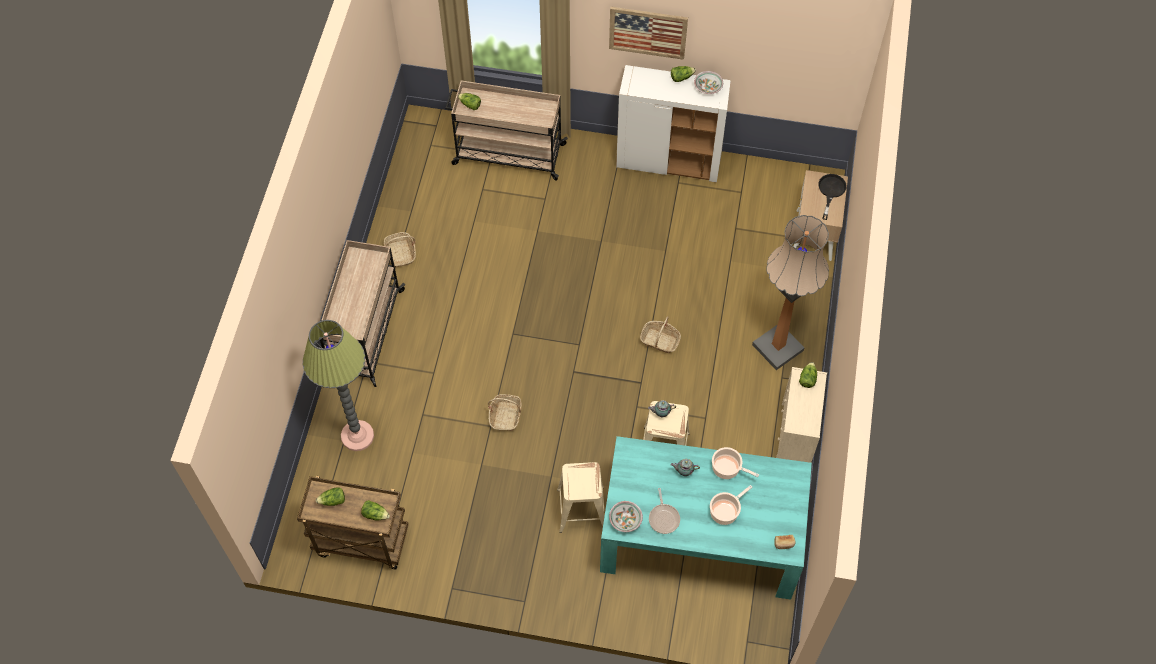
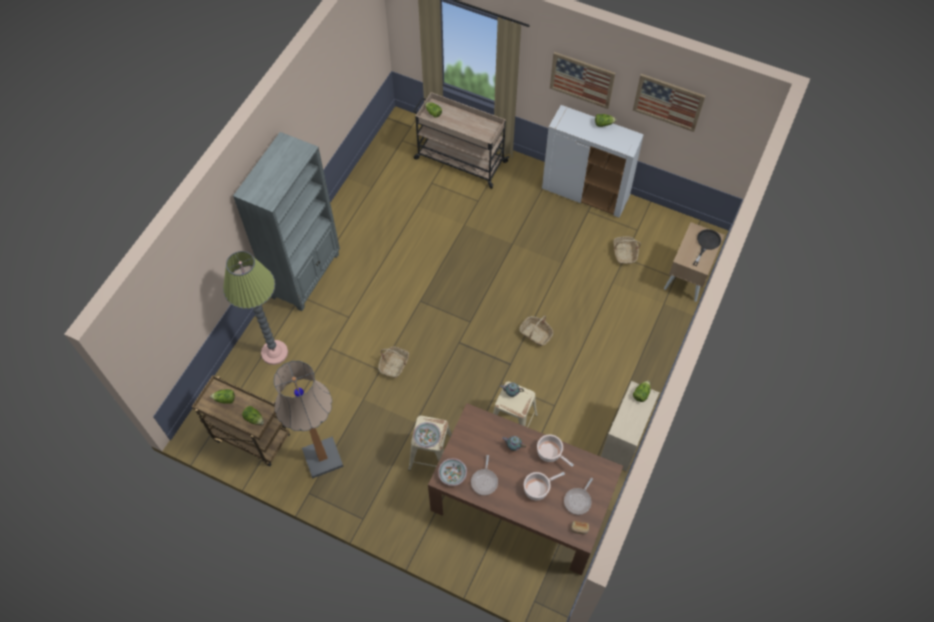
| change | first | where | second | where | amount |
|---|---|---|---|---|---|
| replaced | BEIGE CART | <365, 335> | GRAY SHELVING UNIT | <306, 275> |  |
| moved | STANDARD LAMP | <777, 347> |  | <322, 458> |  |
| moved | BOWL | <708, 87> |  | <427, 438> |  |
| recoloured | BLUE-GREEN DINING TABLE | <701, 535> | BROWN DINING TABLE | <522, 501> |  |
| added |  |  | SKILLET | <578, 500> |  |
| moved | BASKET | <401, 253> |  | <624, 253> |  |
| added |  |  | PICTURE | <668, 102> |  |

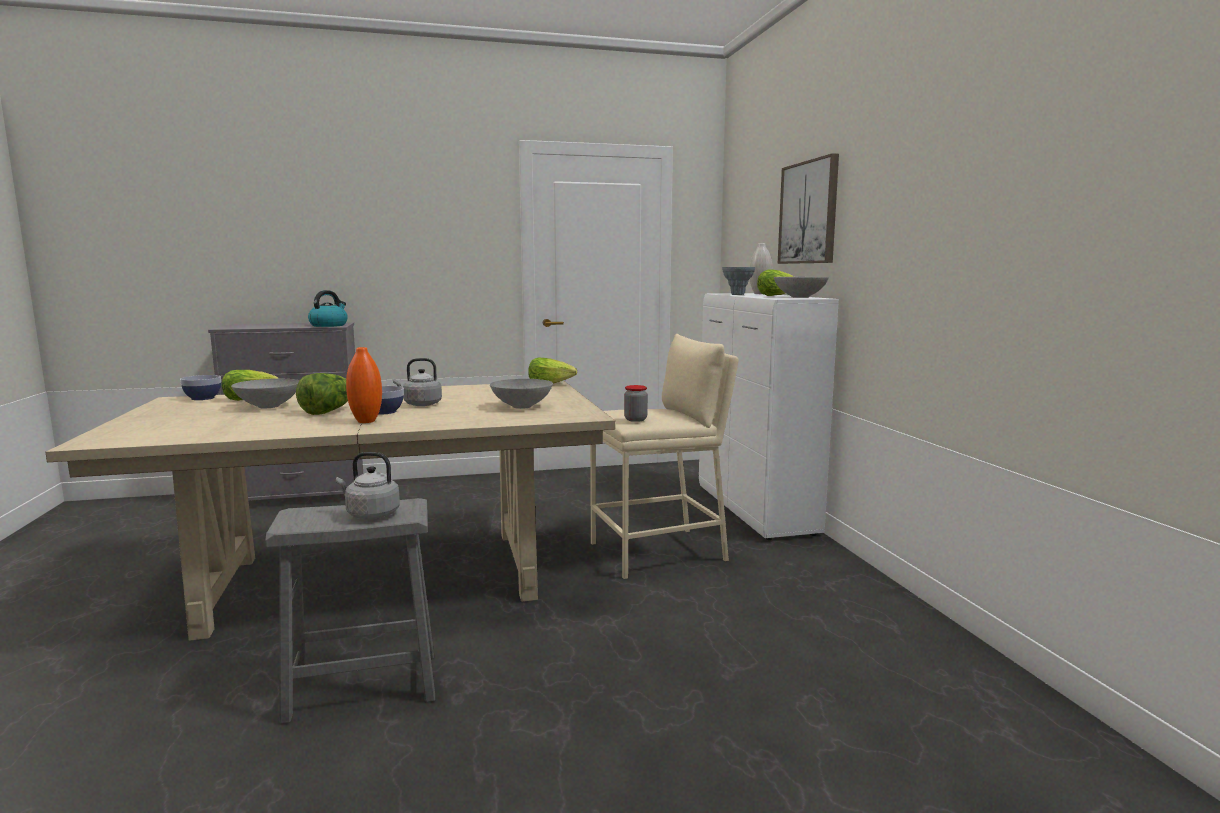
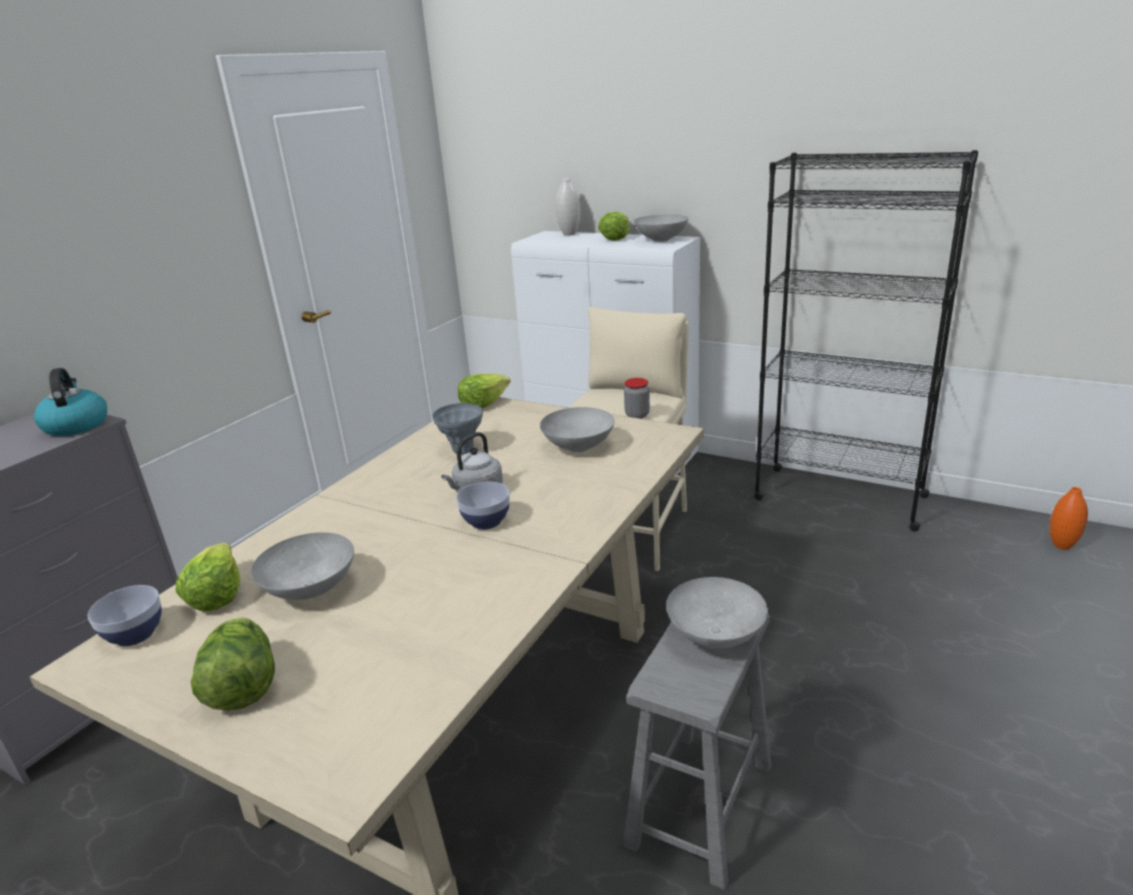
| change | first | where | second | where | amount |
|---|---|---|---|---|---|
| moved | LETTUCE HEAD | <327, 412> |  | <243, 686> |  |
| moved | GRAY FLOWER VASE | <737, 294> |  | <462, 450> |  |
| replaced | GRAY KETTLE | <370, 514> | GRAY BOWL | <715, 637> |  |
| added |  |  | BLACK-COLOURED SHELVING UNIT | <838, 497> |  |
| moved | ORANGE FLOWER VASE | <366, 421> |  | <1061, 545> |  |
| removed | PICTURE | <809, 213> |  |  |  |

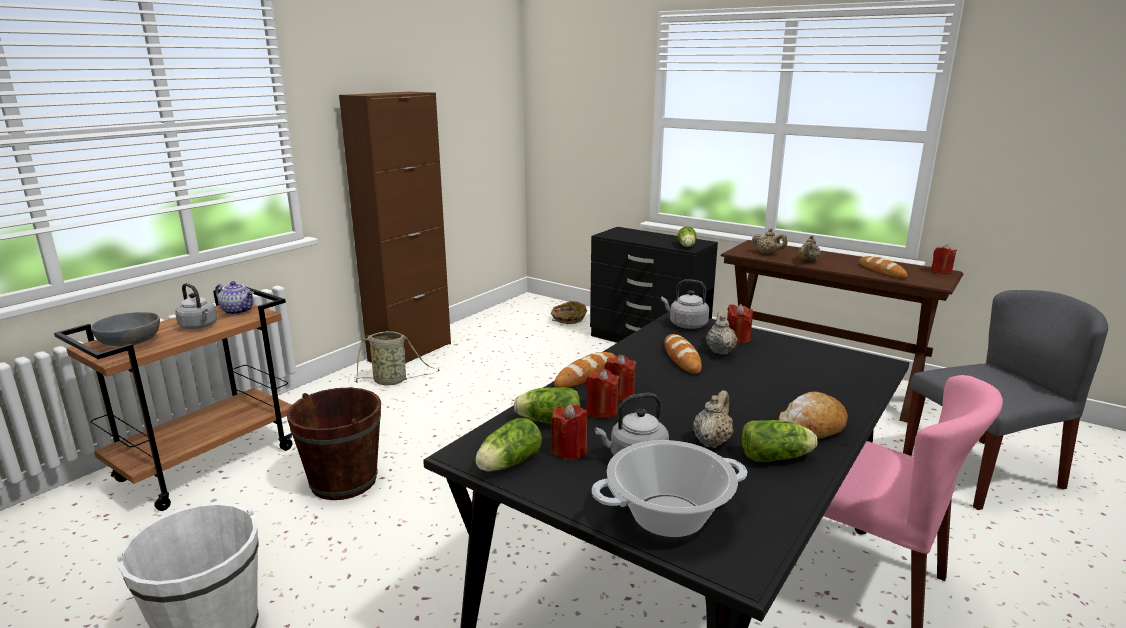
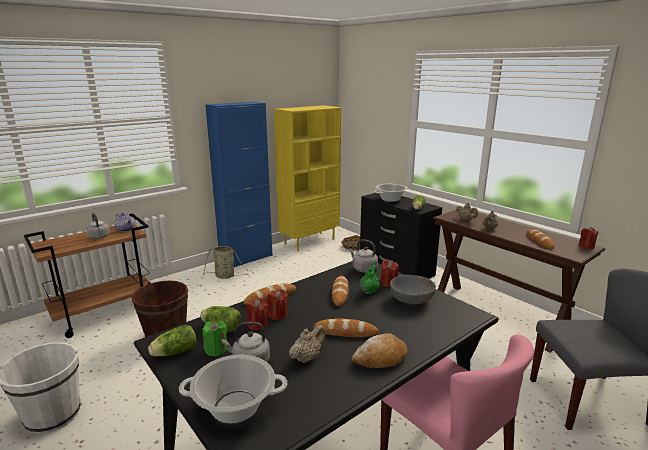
| change | first | where | second | where | amount |
|---|---|---|---|---|---|
| recoloured | REDDISH CANDLE | <569, 450> | GREEN CANDLE | <216, 349> |  |
| recoloured | BROWN CABINET | <410, 352> | BLUISH CABINET | <246, 258> |  |
| added |  |  | YELLOW-COLOURED SHELVING UNIT | <309, 241> |  |
| added |  |  | BAKERY BREAD | <345, 332> |  |
| recoloured | BEIGE TEAPOT | <720, 351> | GREEN TEAPOT | <369, 291> |  |
| added |  |  | COOKING POT | <390, 199> |  |
| moved | GRAY BOWL | <130, 342> |  | <411, 299> |  |
| removed | LETTUCE HEAD | <777, 457> |  |  |  |

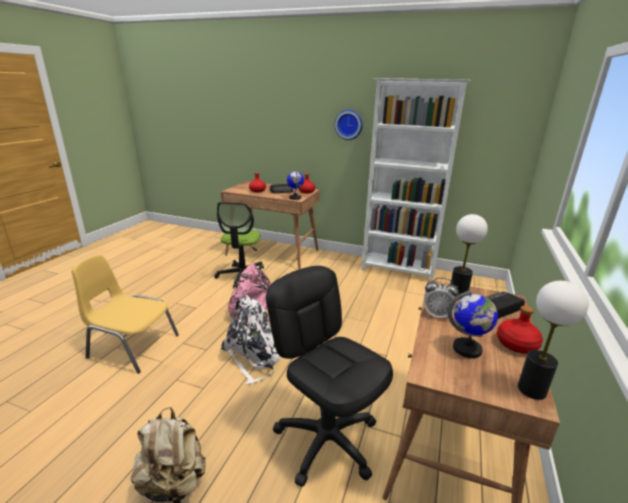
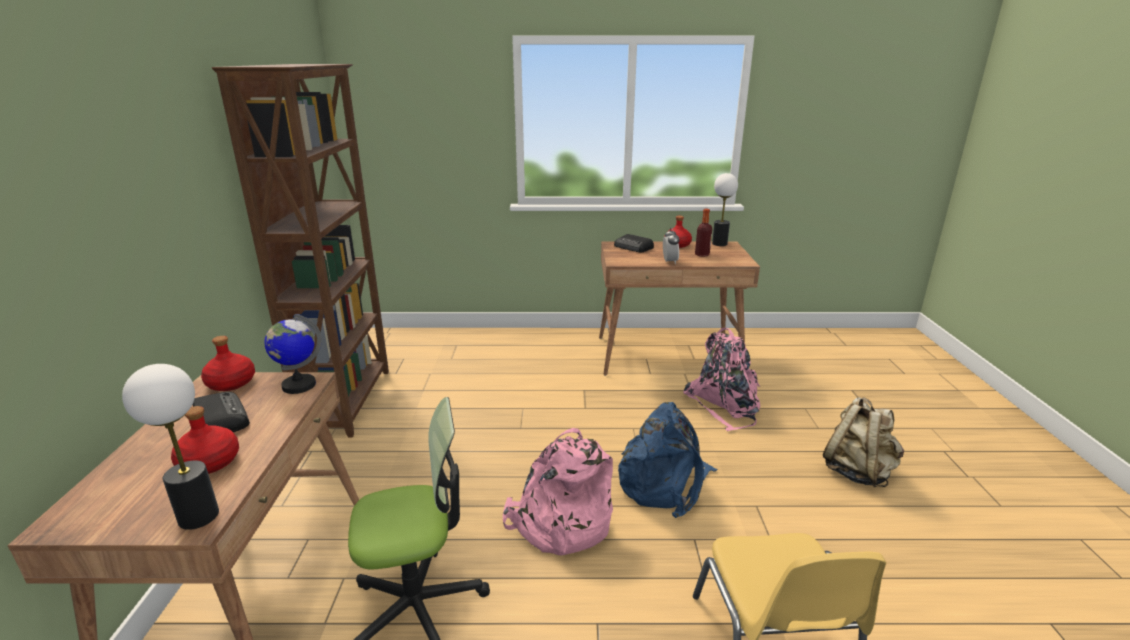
| change | first | where | second | where | amount |
|---|---|---|---|---|---|
| moved | TABLE LAMP | <458, 294> |  | <199, 516> |  |
| recoloured | WHITISH SHELVING UNIT | <398, 270> | BROWN SHELVING UNIT | <348, 401> |  |
| recoloured | WHITISH RUCKSACK | <254, 356> | BLUISH RUCKSACK | <664, 483> |  |
| replaced | BLACK-COLOURED OFFICE CHAIR | <327, 439> | PINKISH RUCKSACK | <725, 405> |  |
| replaced | GLOBE | <467, 349> | DRINK BOTTLE | <702, 254> |  |
| removed | HANGING CLOCK | <349, 124> |  |  |  |

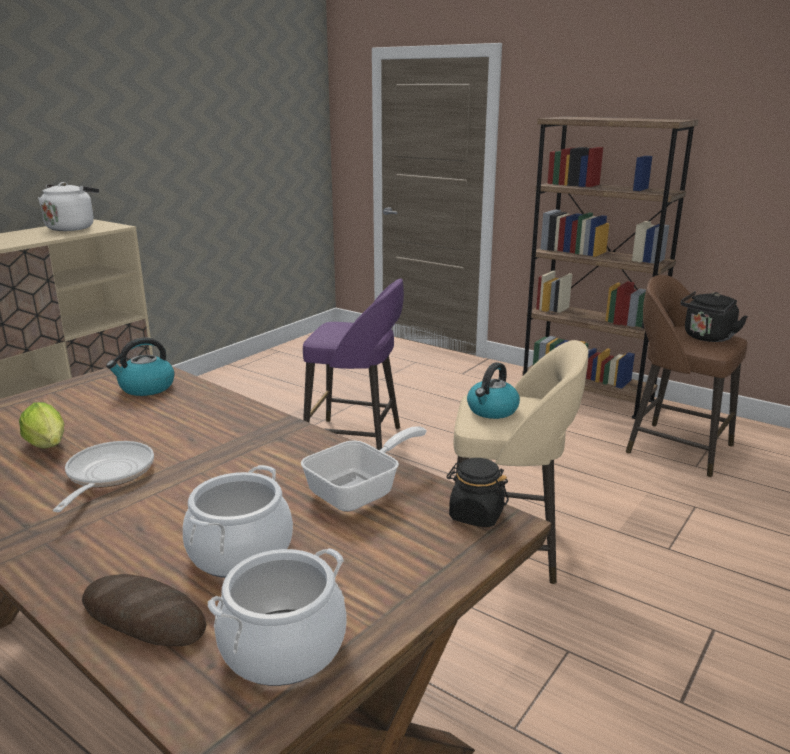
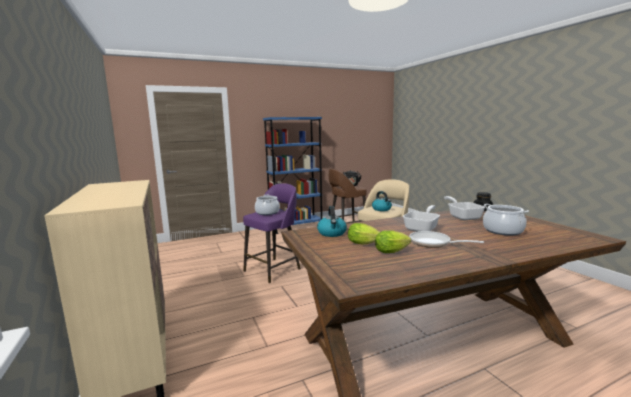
| change | first | where | second | where | amount |
|---|---|---|---|---|---|
| moved | COOKING POT | <283, 647> |  | <267, 212> |  |
| recoloured | BROWN SHELVING UNIT | <586, 395> | BLUISH SHELVING UNIT | <296, 227> |  |
| added |  |  | LETTUCE HEAD | <365, 244> |  |
| added |  |  | SKILLET | <423, 228> |  |
| removed | WHITISH KETTLE | <72, 228> |  |  |  |
| removed | BAKERY BREAD | <144, 618> |  |  |  |

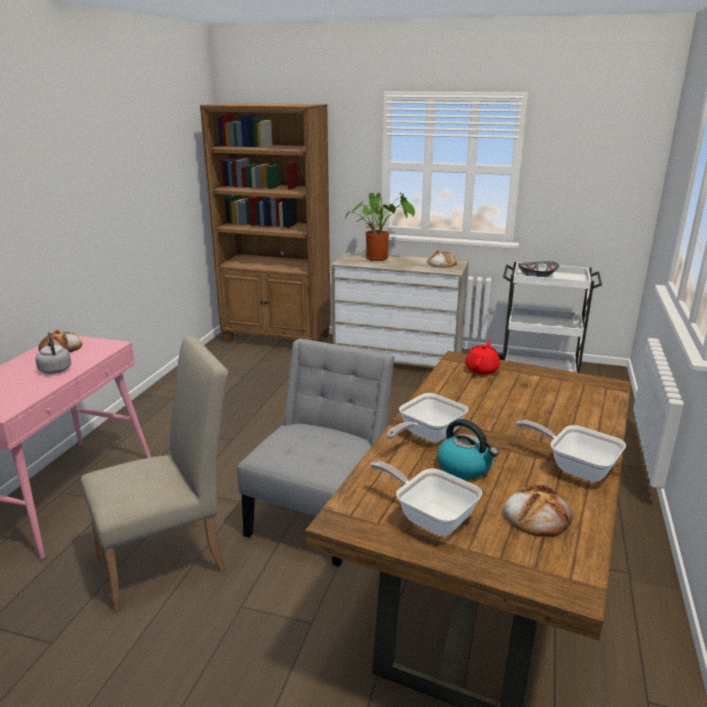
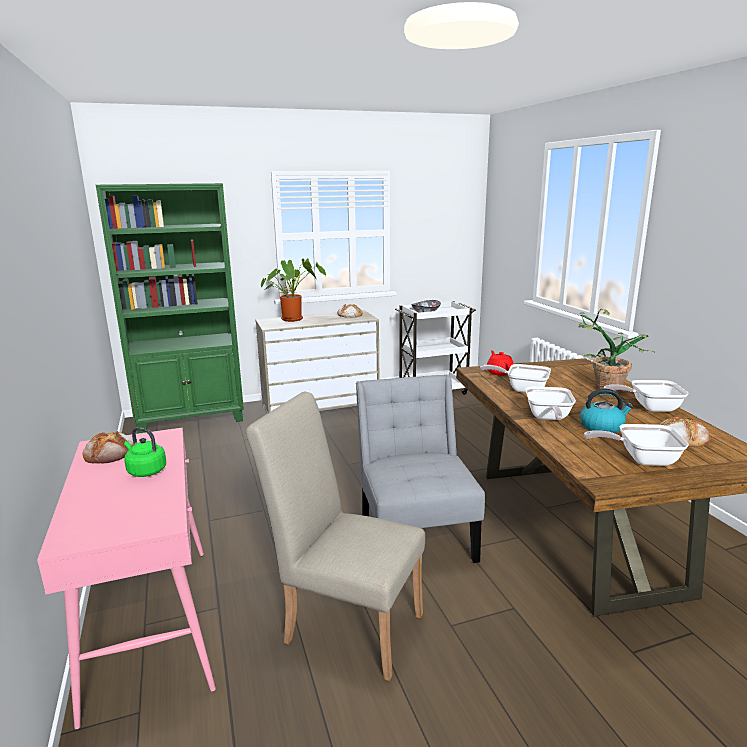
| change | first | where | second | where | amount |
|---|---|---|---|---|---|
| recoloured | BROWN SHELVING UNIT | <277, 339> | GREEN SHELVING UNIT | <192, 419> |  |
| recoloured | GRAY KETTLE | <55, 369> | GREEN KETTLE | <145, 471> |  |
| turned | BEIGE CHAIR | <171, 559> |  | <345, 623> | 90 degrees counterclockwise |
| added |  |  | SKILLET | <522, 389> |  |
| added |  |  | HOUSEPLANT | <601, 388> |  |

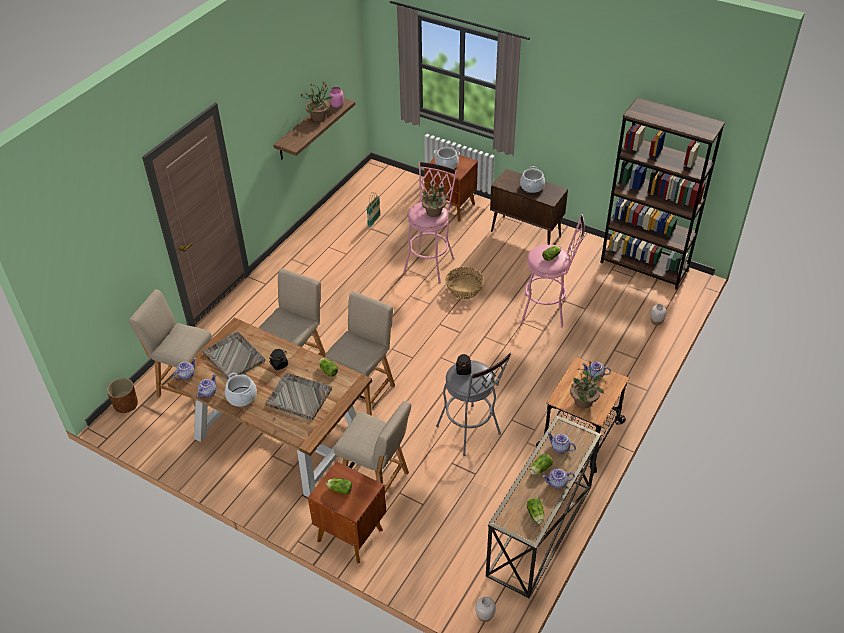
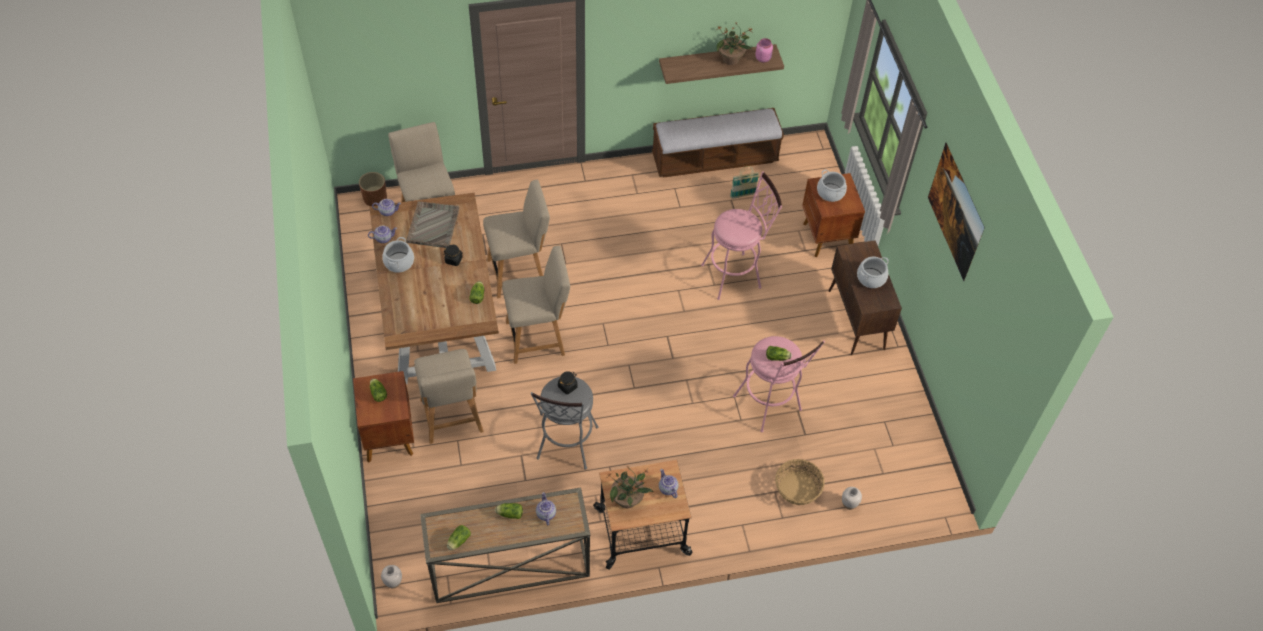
| change | first | where | second | where | amount |
|---|---|---|---|---|---|
| added |  |  | BENCH | <715, 159> |  |
| moved | BASKET | <464, 289> |  | <797, 489> |  |
| added |  |  | PICTURE | <950, 225> |  |
| removed | GRAY SERVING TRAY | <298, 397> |  |  |  |
| removed | HOUSEPLANT | <434, 212> |  |  |  |
| removed | TEAPOT | <557, 483> |  |  |  |
| removed | BROWN SHELVING UNIT | <644, 266> |  |  |  |

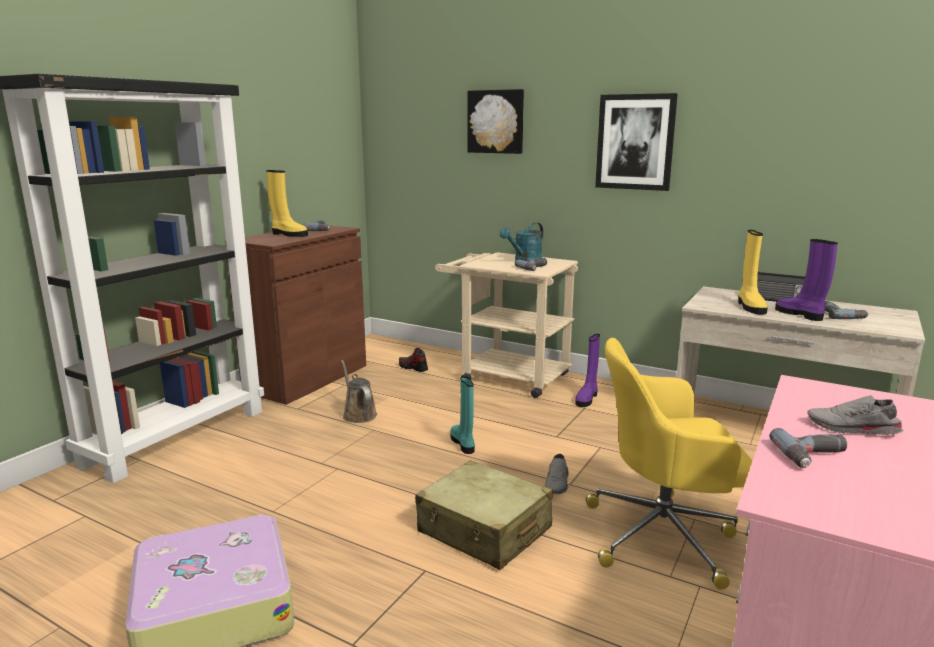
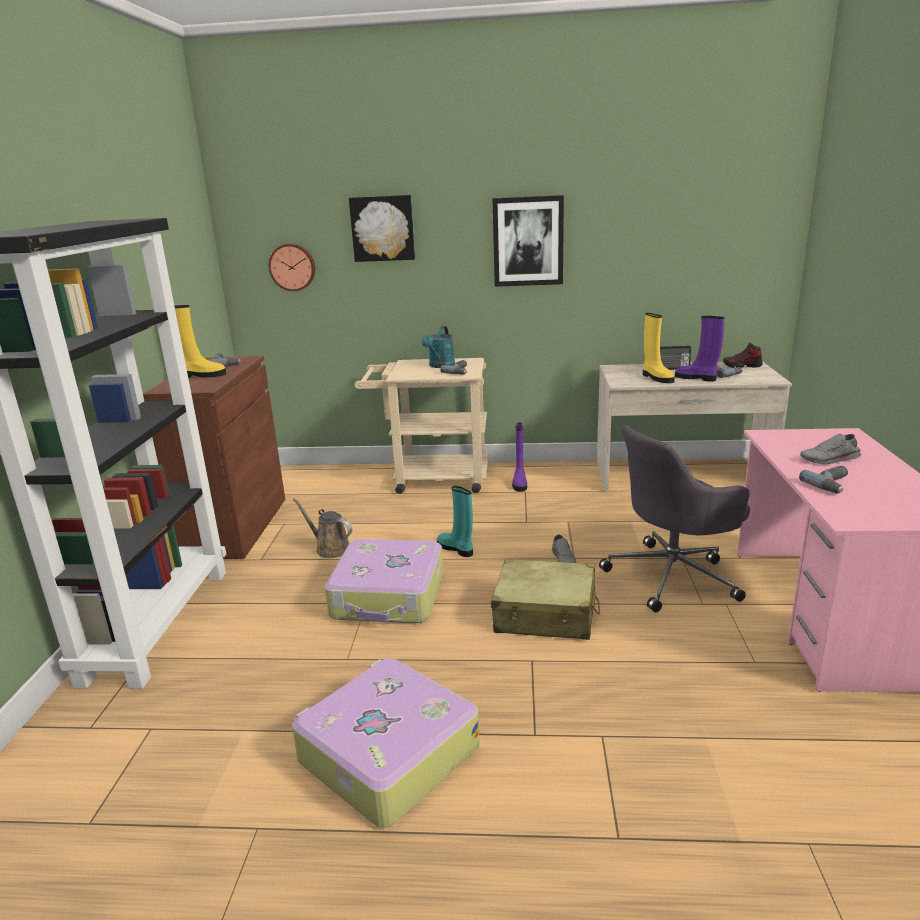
| change | first | where | second | where | amount |
|---|---|---|---|---|---|
| added |  |  | HANGING CLOCK | <292, 267> |  |
| added |  |  | SUITCASE | <389, 596> |  |
| recoloured | YELLOW-COLOURED OFFICE CHAIR | <663, 535> | GRAY OFFICE CHAIR | <673, 576> |  |
| moved | SHOE | <413, 368> |  | <742, 366> |  |

